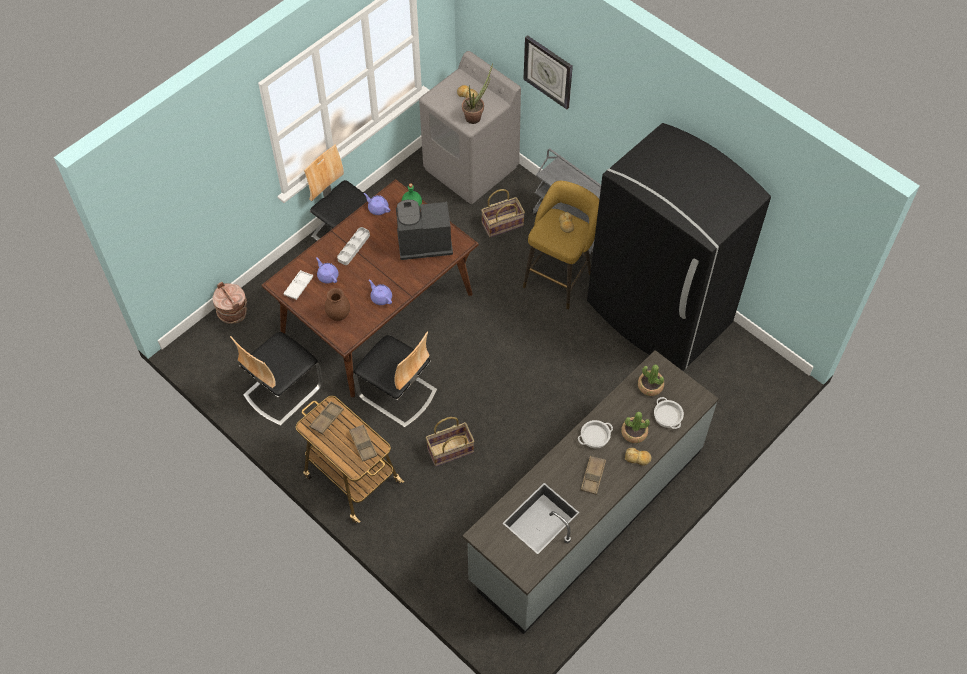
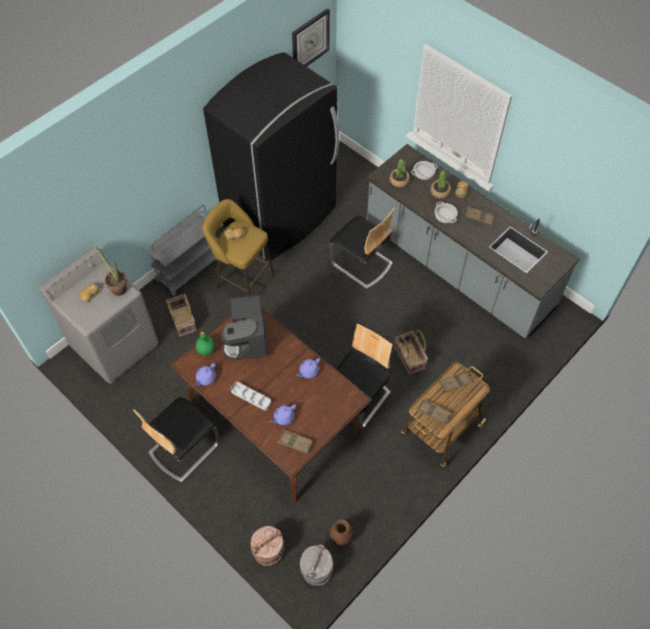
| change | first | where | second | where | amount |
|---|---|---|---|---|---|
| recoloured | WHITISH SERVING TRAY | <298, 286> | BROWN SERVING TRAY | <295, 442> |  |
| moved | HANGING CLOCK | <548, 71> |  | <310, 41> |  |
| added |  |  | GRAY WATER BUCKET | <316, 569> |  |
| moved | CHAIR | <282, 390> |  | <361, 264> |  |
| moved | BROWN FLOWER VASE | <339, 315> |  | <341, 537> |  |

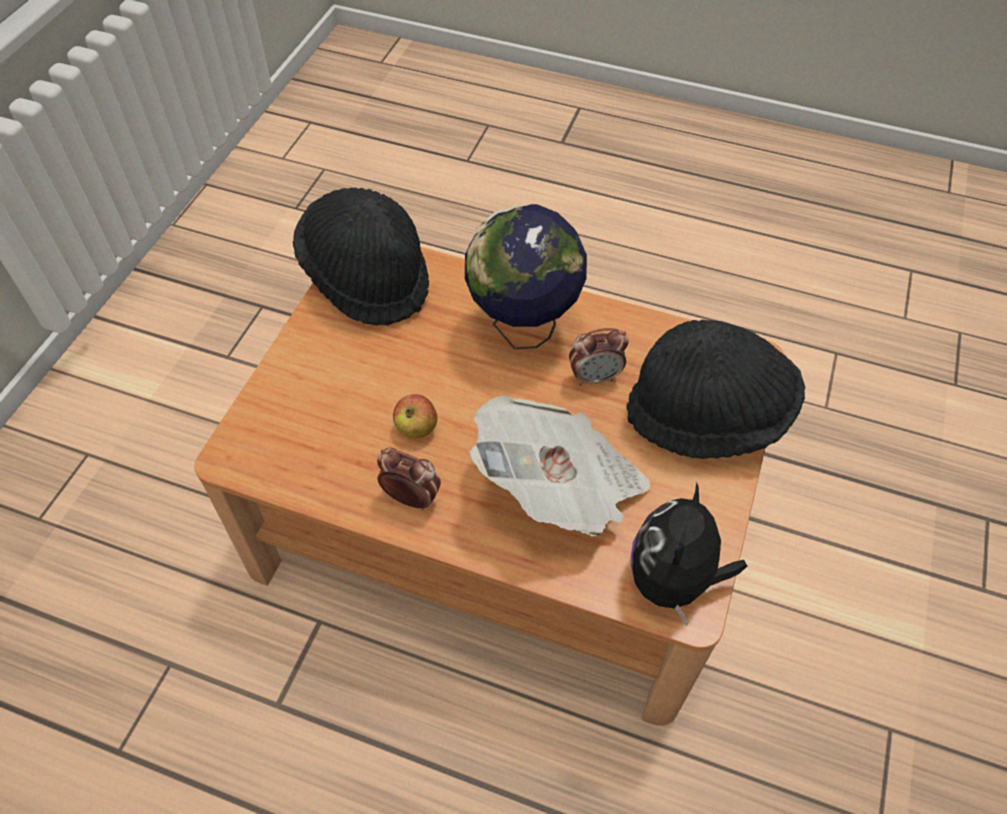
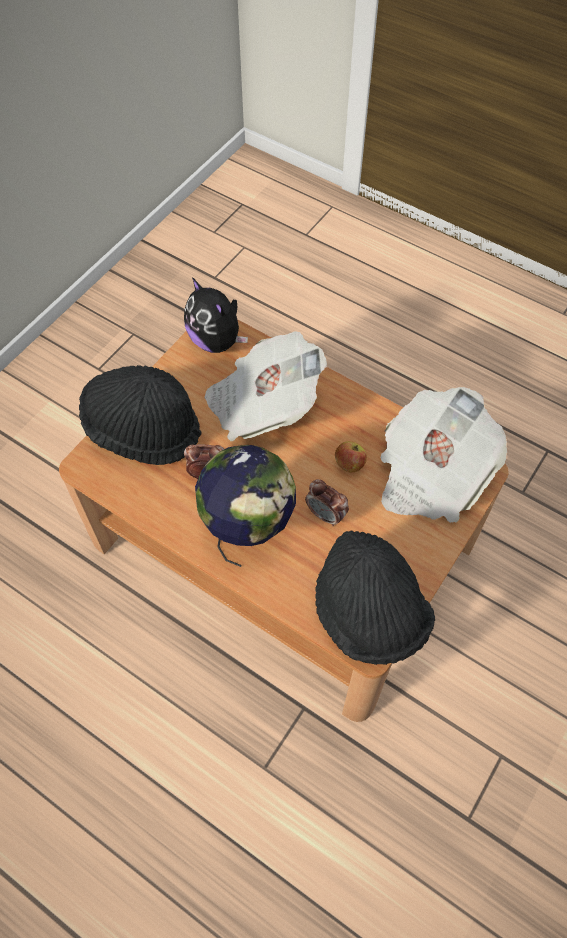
| change | first | where | second | where | amount |
|---|---|---|---|---|---|
| turned | CUDDLY TOY | <673, 580> |  | <217, 341> | 105 degrees clockwise |
| moved | BEDSIDE CLOCK | <411, 498> |  | <326, 515> |  |
| added |  |  | DAILY PAPER | <431, 474> |  |

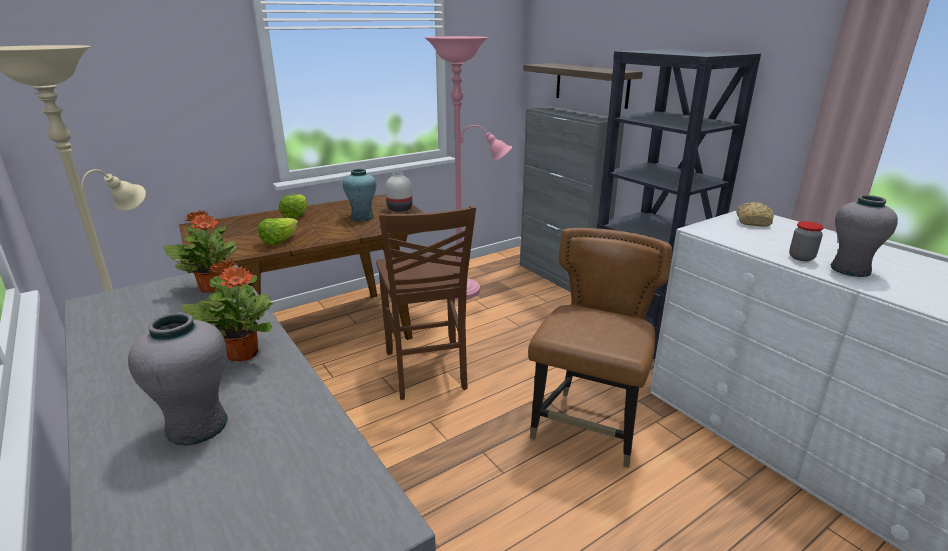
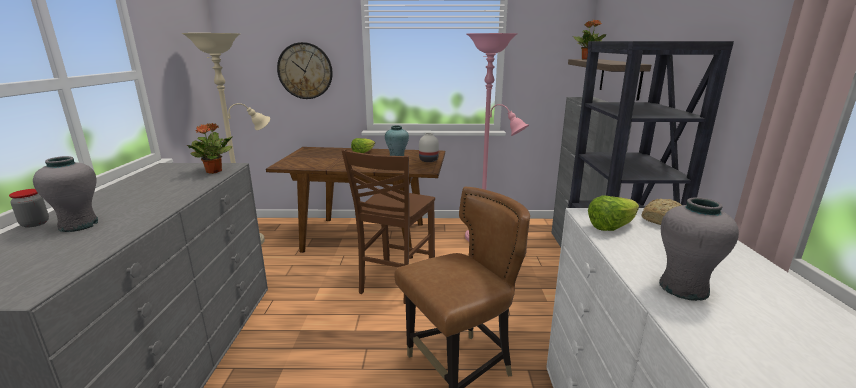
| change | first | where | second | where | amount |
|---|---|---|---|---|---|
| moved | JAR | <801, 257> |  | <35, 223> |  |
| added |  |  | HANGING CLOCK | <305, 71> |  |
| moved | HOUSEPLANT | <243, 353> |  | <587, 59> |  |
| moved | LETTUCE HEAD | <279, 241> |  | <611, 227> |  |

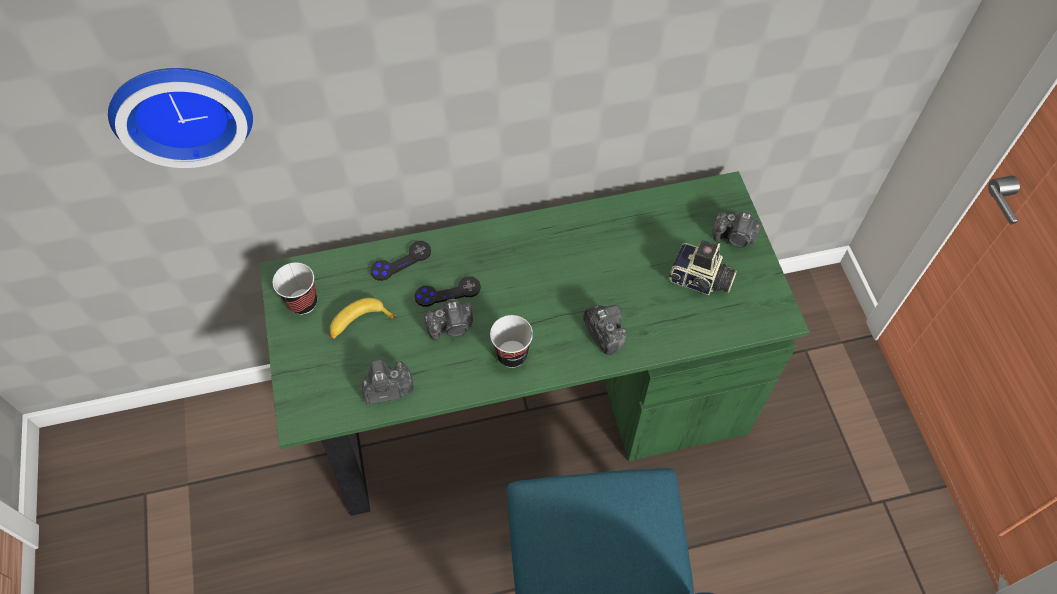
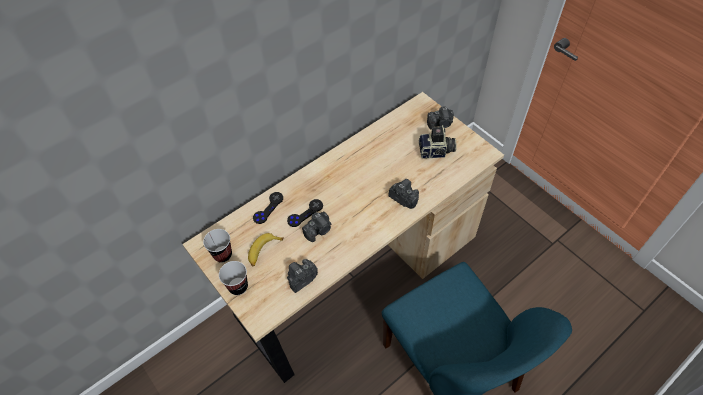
| change | first | where | second | where | amount |
|---|---|---|---|---|---|
| recoloured | GREEN DESK TABLE | <528, 407> | BEIGE DESK TABLE | <353, 275> |  |
| moved | DRINKING CUP | <512, 355> |  | <238, 287> |  |
| removed | HANGING CLOCK | <181, 109> |  |  |  |

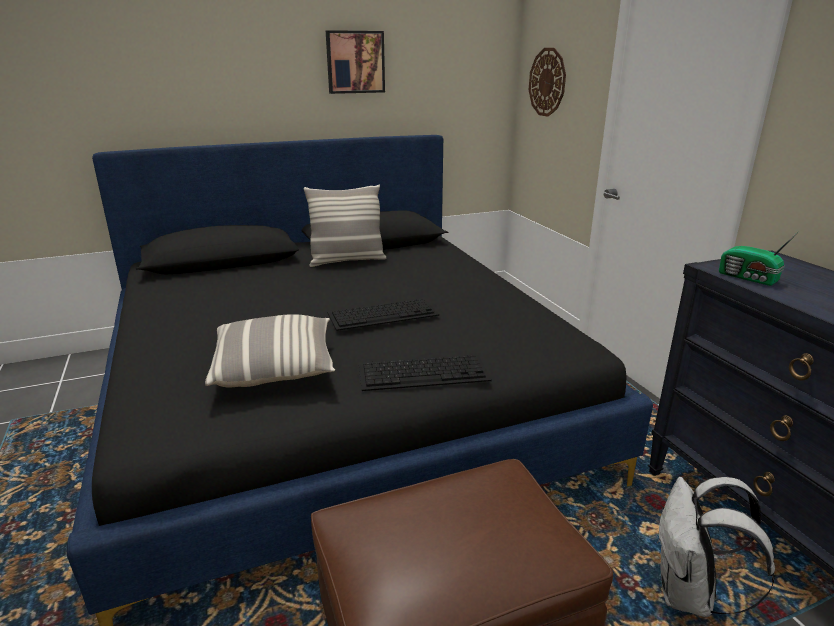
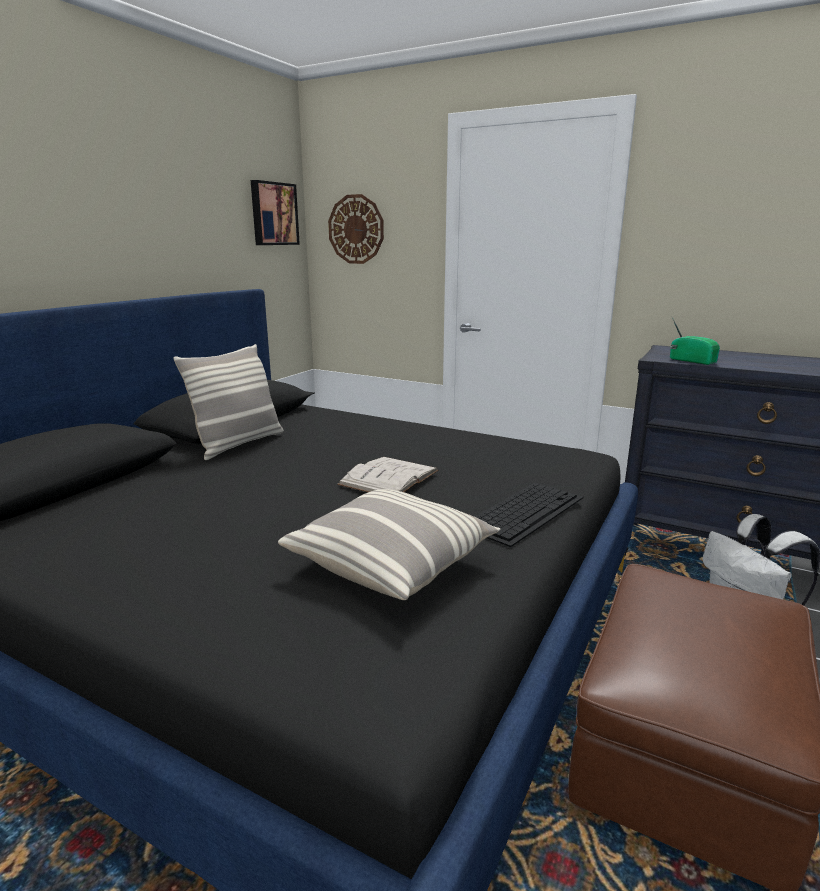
| change | first | where | second | where | amount |
|---|---|---|---|---|---|
| moved | PICTURE | <355, 62> |  | <273, 214> |  |
| replaced | KEYBOARD | <384, 313> | WHITISH BOUND BOOK | <389, 477> |  |
| turned | RADIO RECEIVER | <749, 278> |  | <691, 360> | 135 degrees counterclockwise |

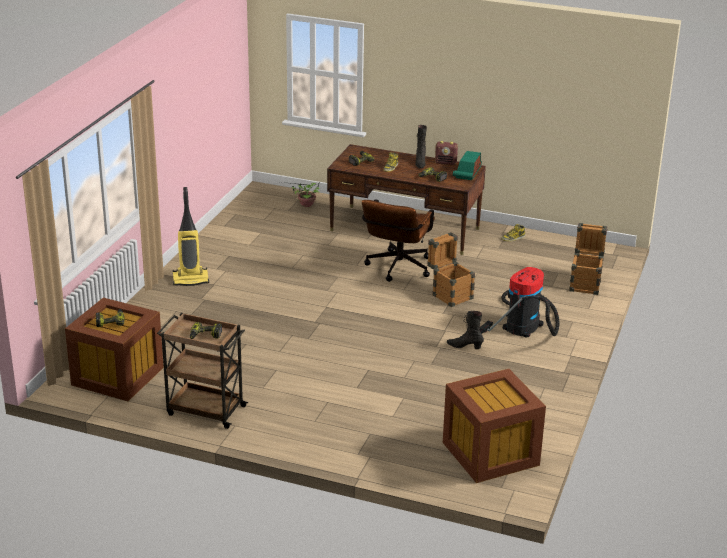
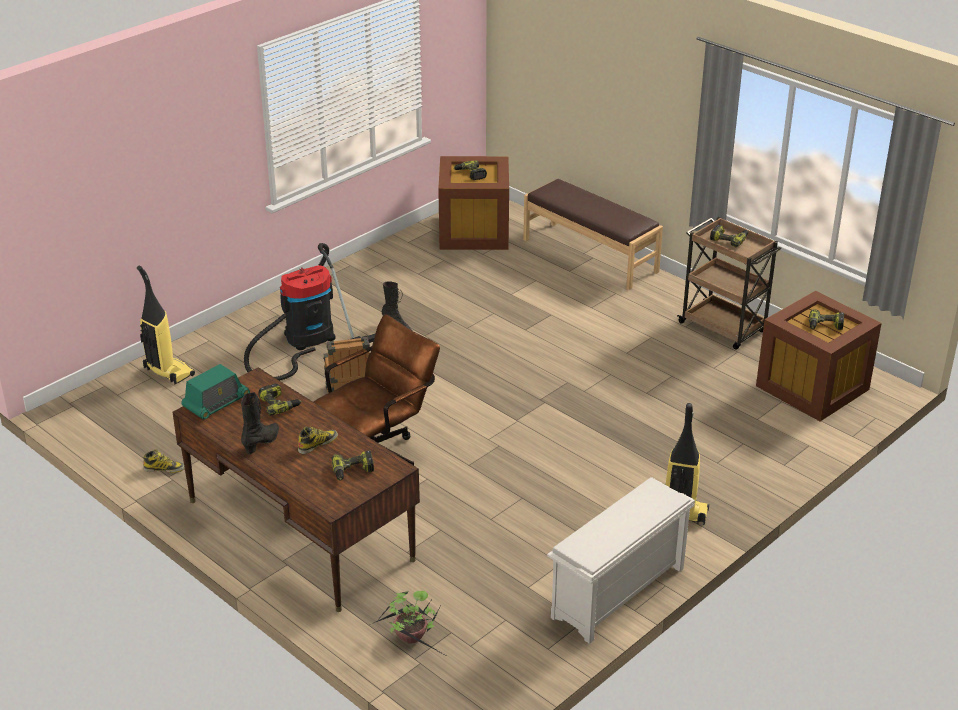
| change | first | where | second | where | amount |
|---|---|---|---|---|---|
| replaced | CRATE | <585, 284> | VACUUM CLEANER | <168, 372> |  |
| added |  |  | ELECTRIC DRILL | <470, 174> |  |
| added |  |  | BROWN BENCH | <590, 255> |  |
| added |  |  | WHITISH SHOE STAND | <618, 594> |  |
| removed | RADIO RECEIVER | <446, 163> |  |  |  |

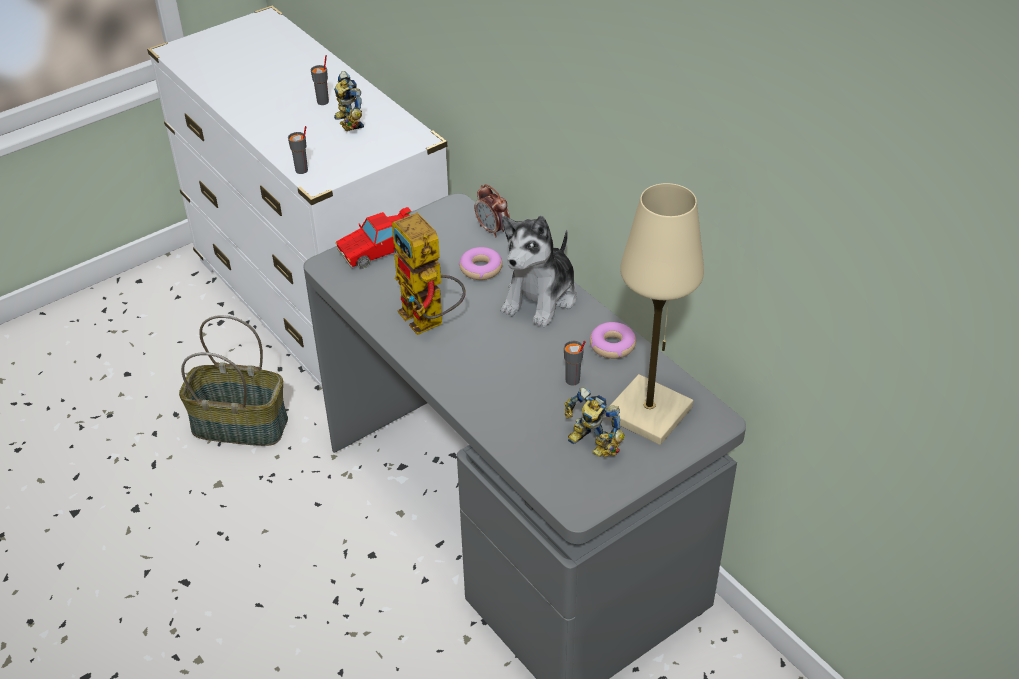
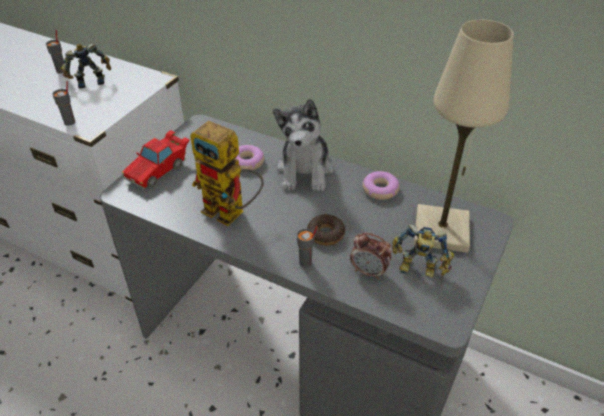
| change | first | where | second | where | amount |
|---|---|---|---|---|---|
| turned | ROBOT FIGURE | <346, 123> |  | <90, 81> | 120 degrees clockwise |
| moved | GRAY DRINKING CUP | <572, 380> |  | <305, 262> |  |
| added |  |  | DOUGHNUT | <326, 234> |  |
| moved | BEDSIDE CLOCK | <492, 230> |  | <369, 272> |  |
| removed | BASKET | <241, 424> |  |  |  |

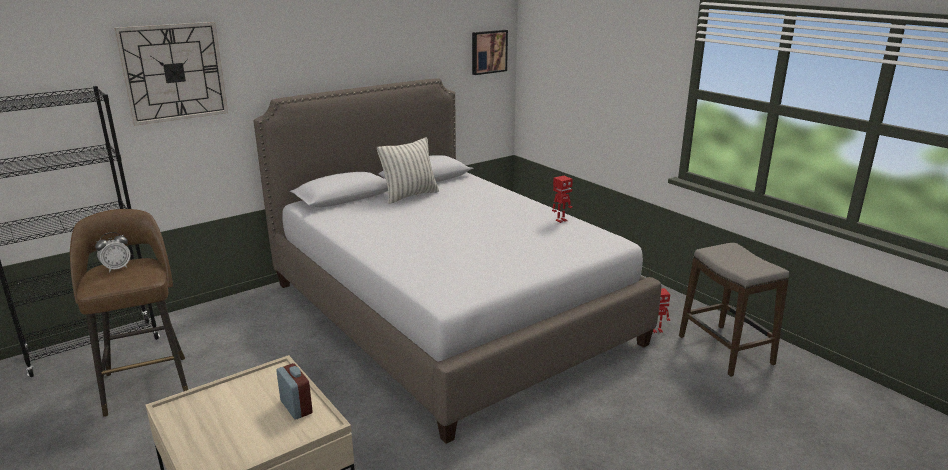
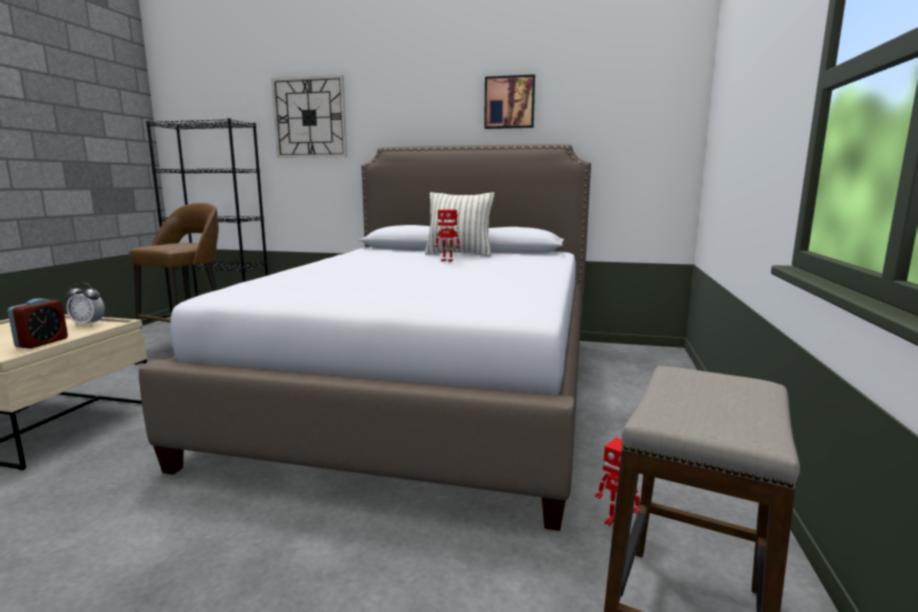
| change | first | where | second | where | amount |
|---|---|---|---|---|---|
| moved | BEDSIDE CLOCK | <117, 268> |  | <88, 324> |  |
| moved | ROBOT FIGURE | <561, 220> |  | <447, 260> |  |
| moved | PICTURE | <488, 51> |  | <509, 102> |  |

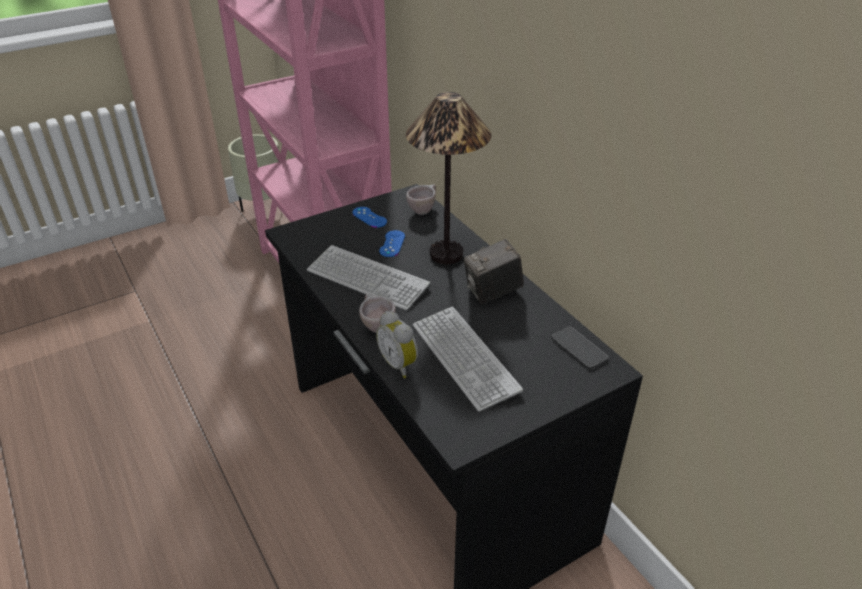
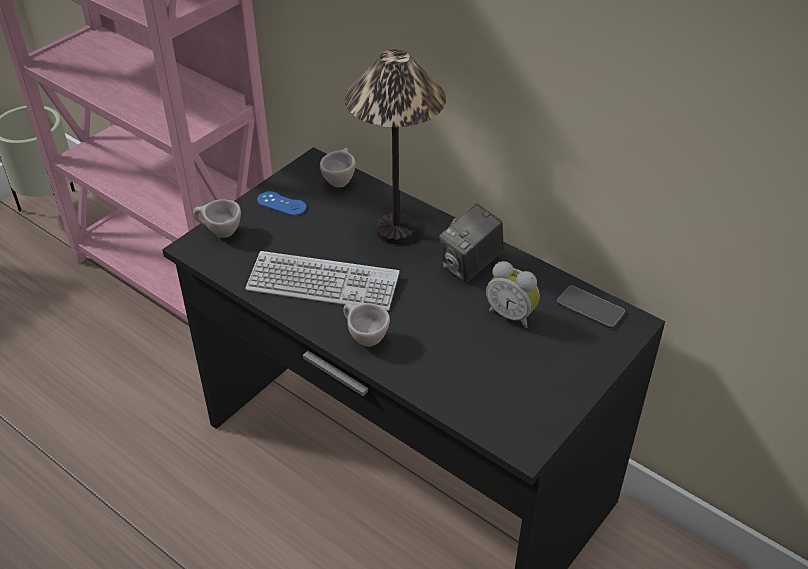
| change | first | where | second | where | amount |
|---|---|---|---|---|---|
| added |  |  | BEIGE DRINKING CUP | <219, 233> |  |
| moved | BEDSIDE CLOCK | <400, 364> |  | <511, 314> |  |
| removed | BLUISH GAMEPAD | <392, 244> |  |  |  |
| removed | KEYBOARD | <464, 358> |  |  |  |

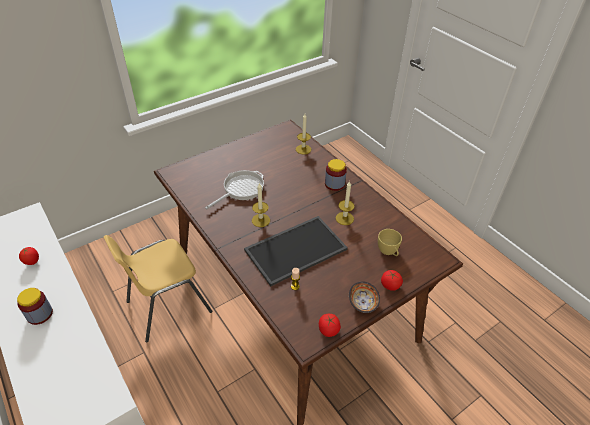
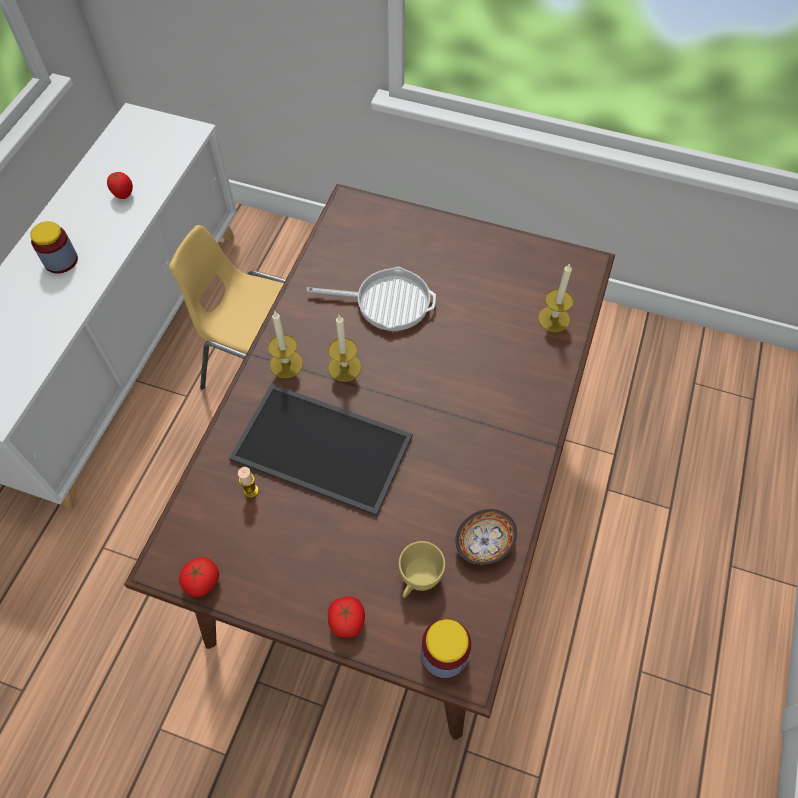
| change | first | where | second | where | amount |
|---|---|---|---|---|---|
| moved | CANDLE | <344, 218> |  | <286, 364> |  |
| moved | JAR | <334, 184> |  | <444, 655> |  |
| moved | BOWL | <362, 303> |  | <482, 542> |  |

